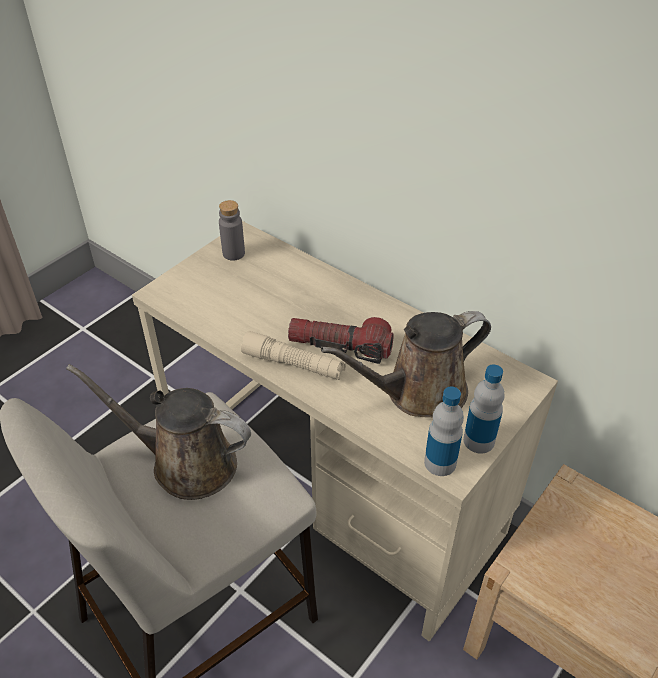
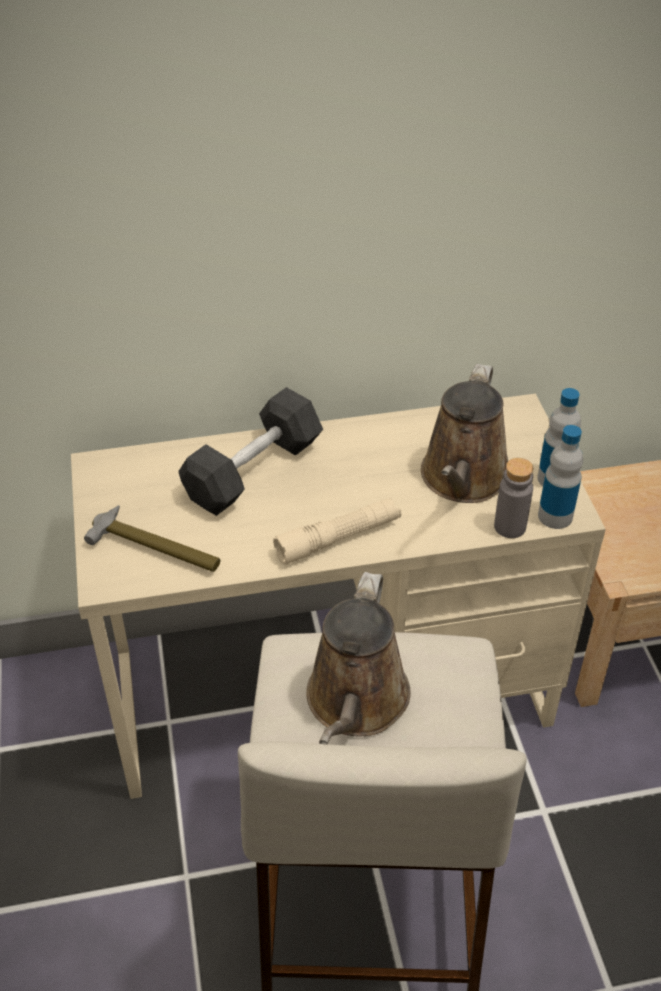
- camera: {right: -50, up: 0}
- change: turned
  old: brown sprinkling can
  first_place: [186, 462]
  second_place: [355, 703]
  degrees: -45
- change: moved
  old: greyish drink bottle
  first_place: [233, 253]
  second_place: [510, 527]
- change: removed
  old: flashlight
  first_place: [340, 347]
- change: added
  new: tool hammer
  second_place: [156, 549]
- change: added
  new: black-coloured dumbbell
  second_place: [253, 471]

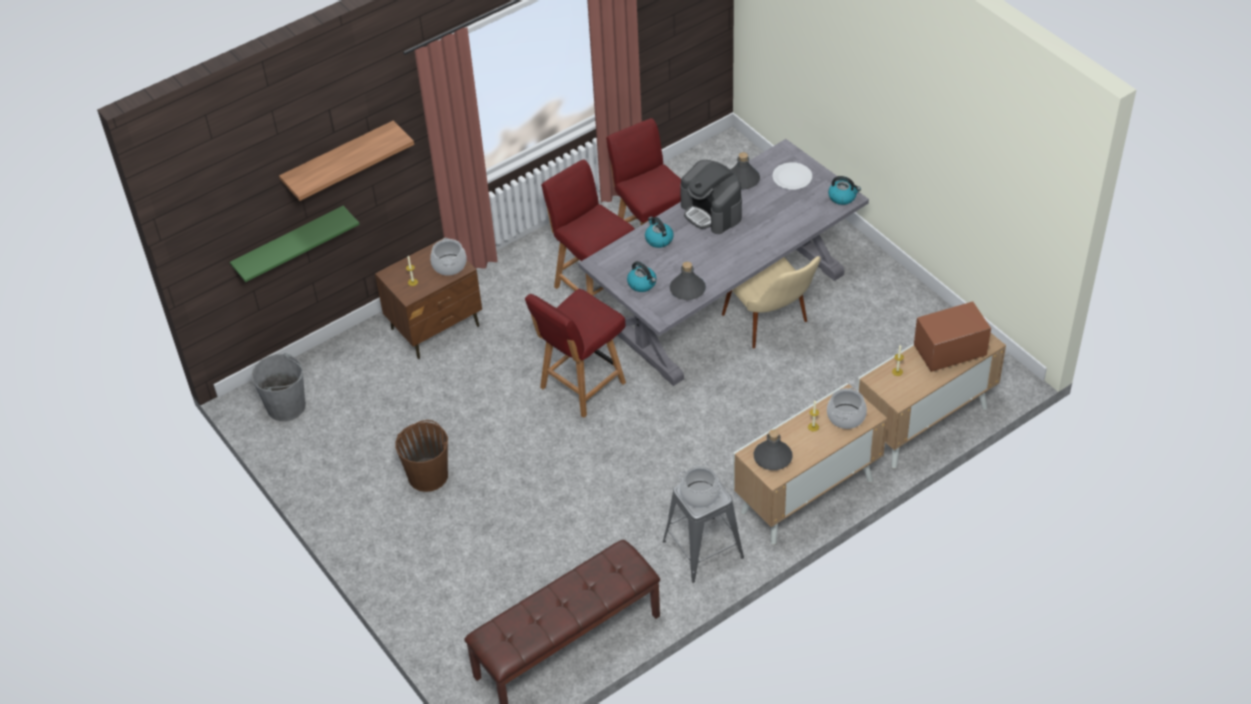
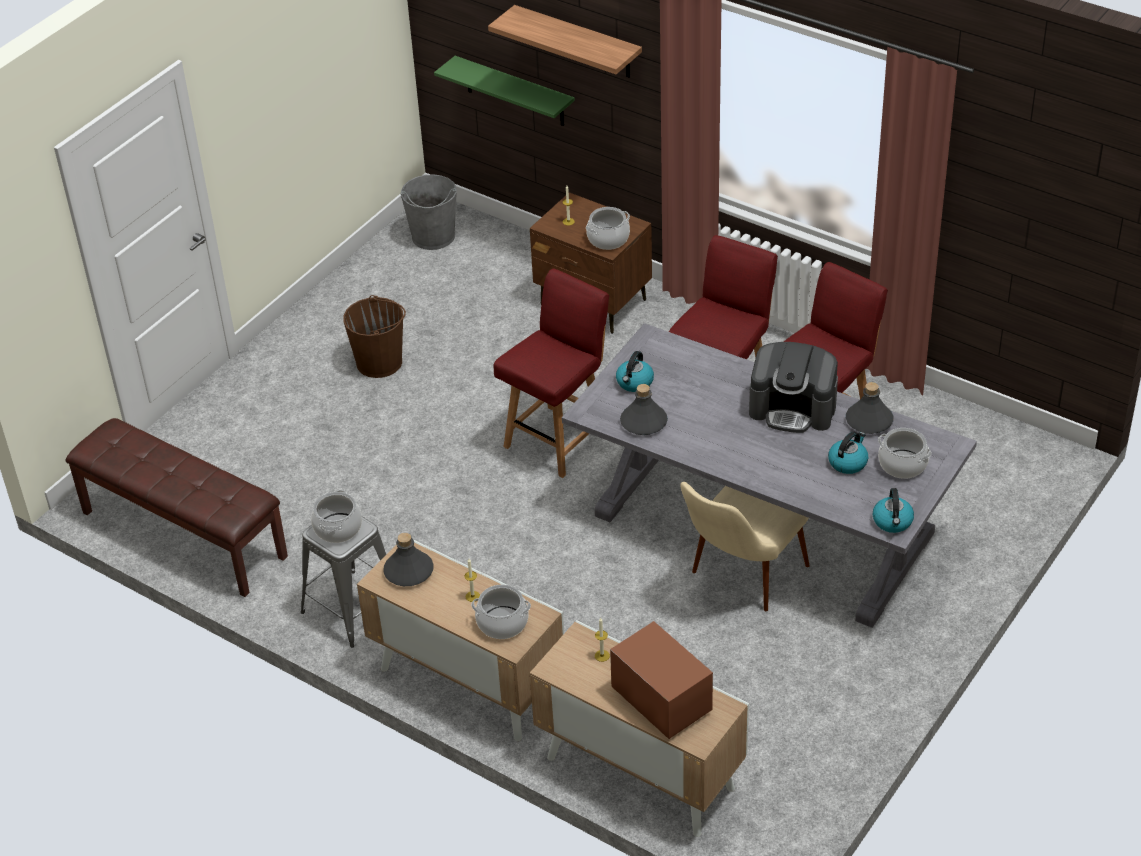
- camera: {right: 70, up: -5}
- change: turned
  old: reddish chair
  first_place: [581, 386]
  second_place: [558, 439]
  degrees: 105
- change: moved
  old: tea kettle
  first_place: [658, 239]
  second_place: [848, 462]
- change: turned
  old: coffee maker
  first_place: [712, 212]
  second_place: [793, 408]
  degrees: -105
- change: replaced
  old: whitish plate
  new: stockpot
  first_place: [792, 177]
  second_place: [902, 464]

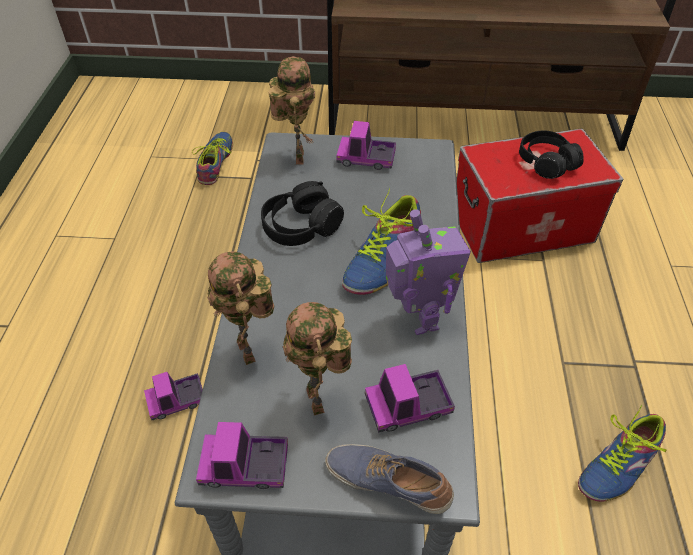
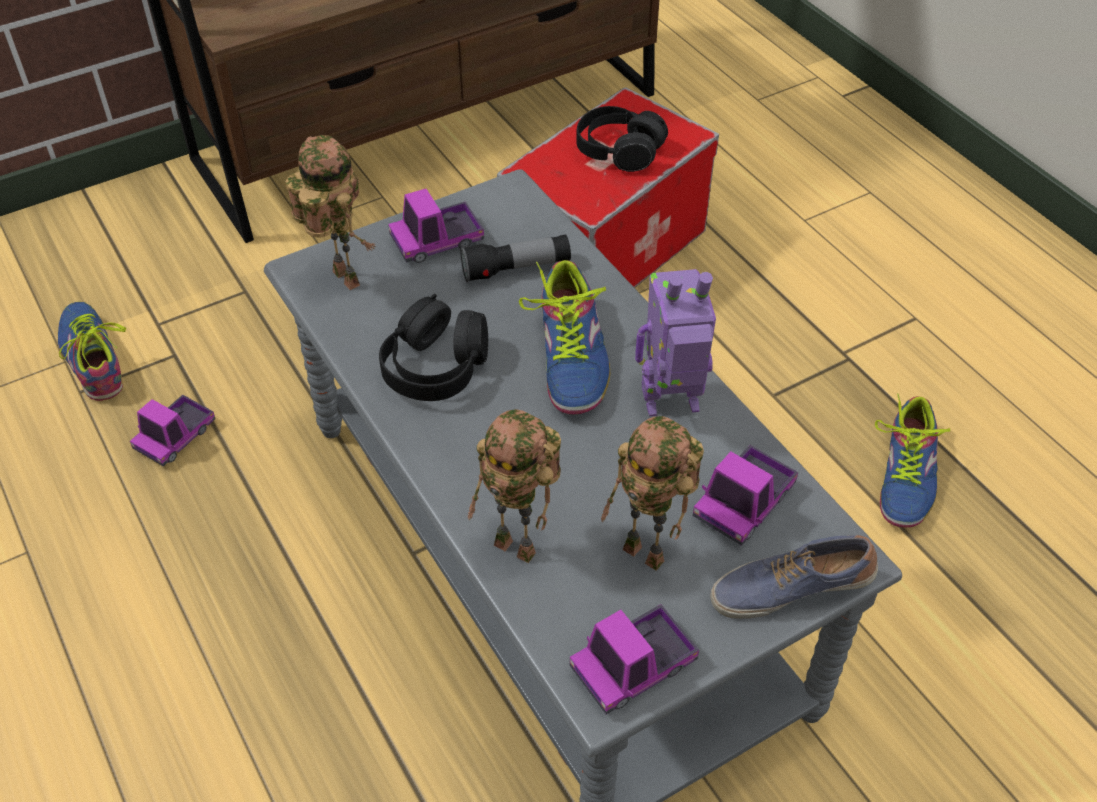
- camera: {right: -35, up: 0}
- change: moved
  old: model truck
  first_place: [177, 401]
  second_place: [175, 437]
- change: turned
  old: toy robot
  first_place: [418, 318]
  second_place: [672, 405]
  degrees: -45
- change: added
  new: flashlight
  second_place: [516, 269]

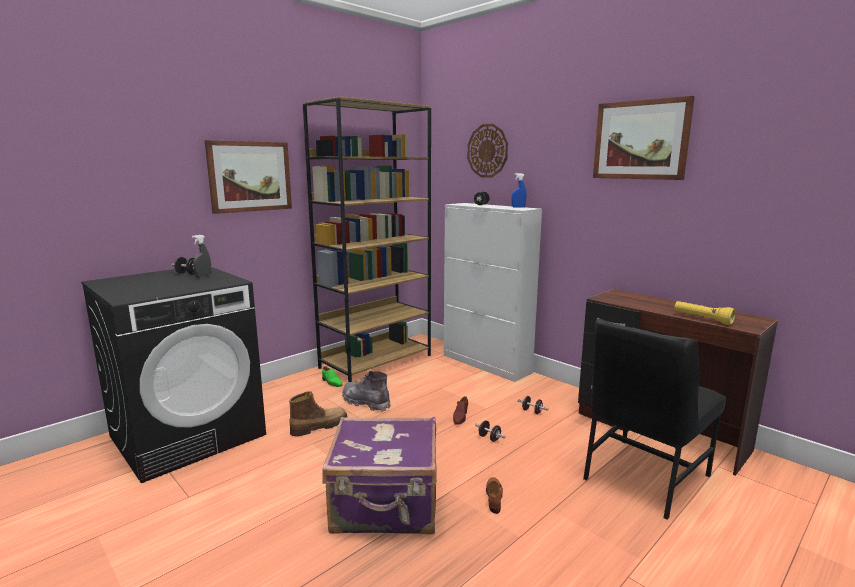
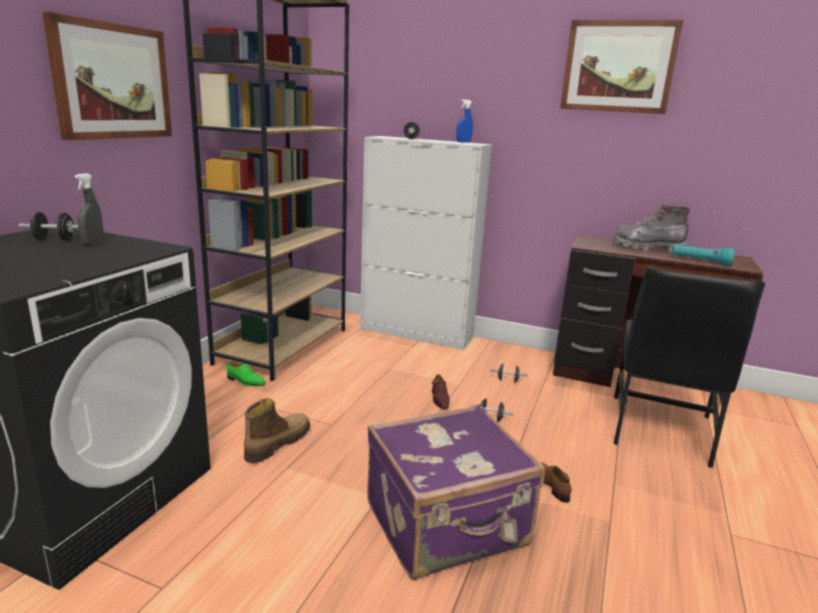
- camera: {right: -25, up: 5}
- change: moved
  old: greyish high-top boot
  first_place: [366, 403]
  second_place: [647, 247]
- change: removed
  old: hanging clock
  first_place: [487, 151]
- change: recoloured
  old: yellow-coloured flashlight
  new: turquoise-coloured flashlight
  first_place: [702, 319]
  second_place: [700, 261]

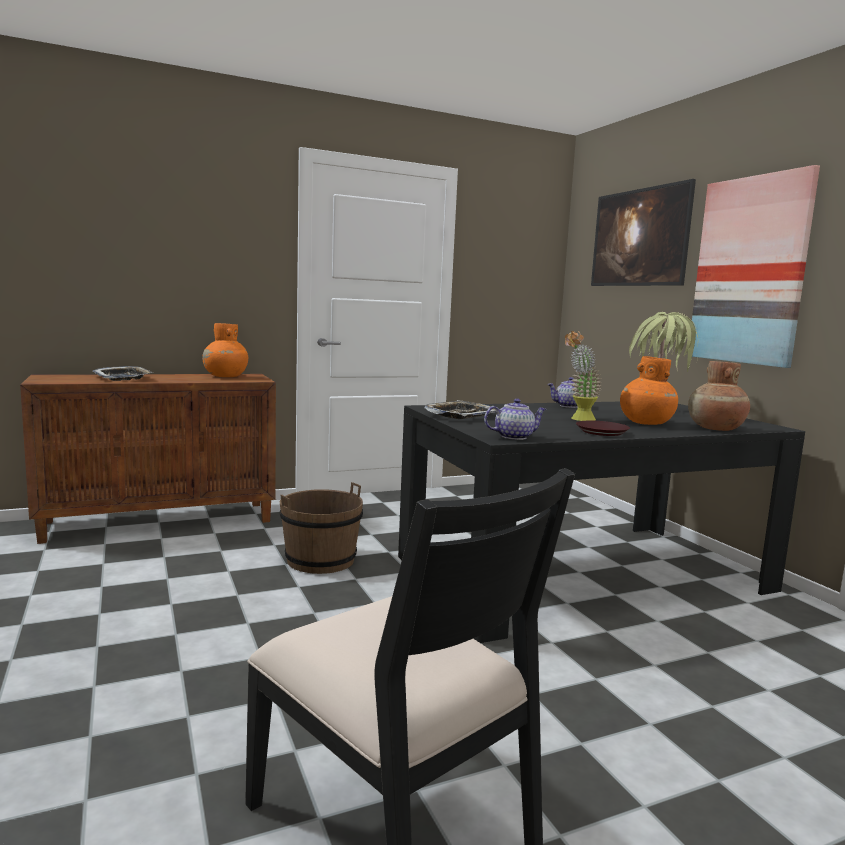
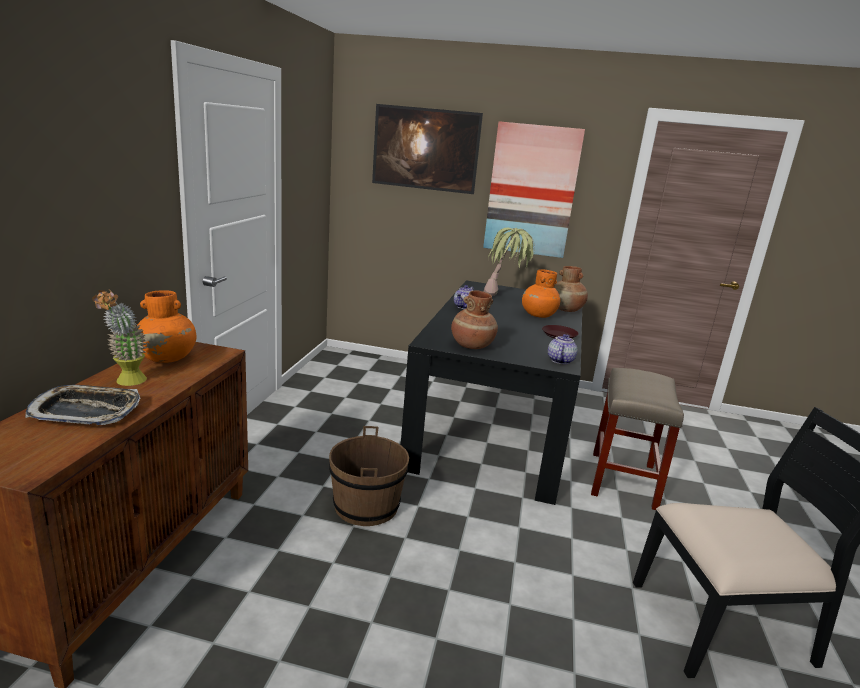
- camera: {right: -55, up: 10}
- change: replaced
  old: serving tray
  new: brown vase
  first_place: [461, 415]
  second_place: [471, 345]
- change: moved
  old: plant in a pot
  first_place: [578, 419]
  second_place: [127, 383]
- change: added
  new: beige-coloured stool seat
  second_place: [623, 481]

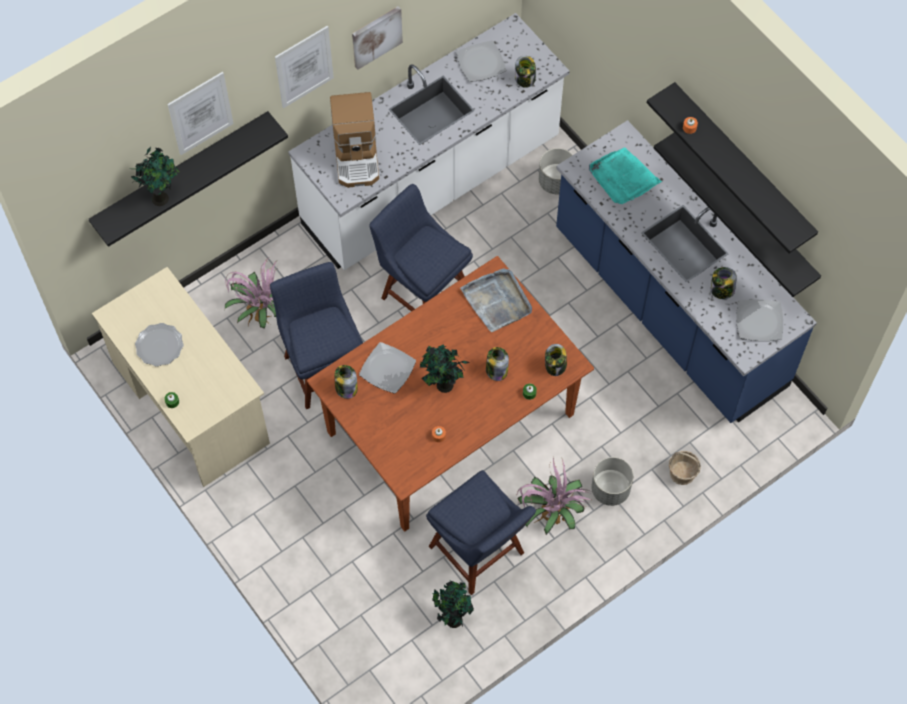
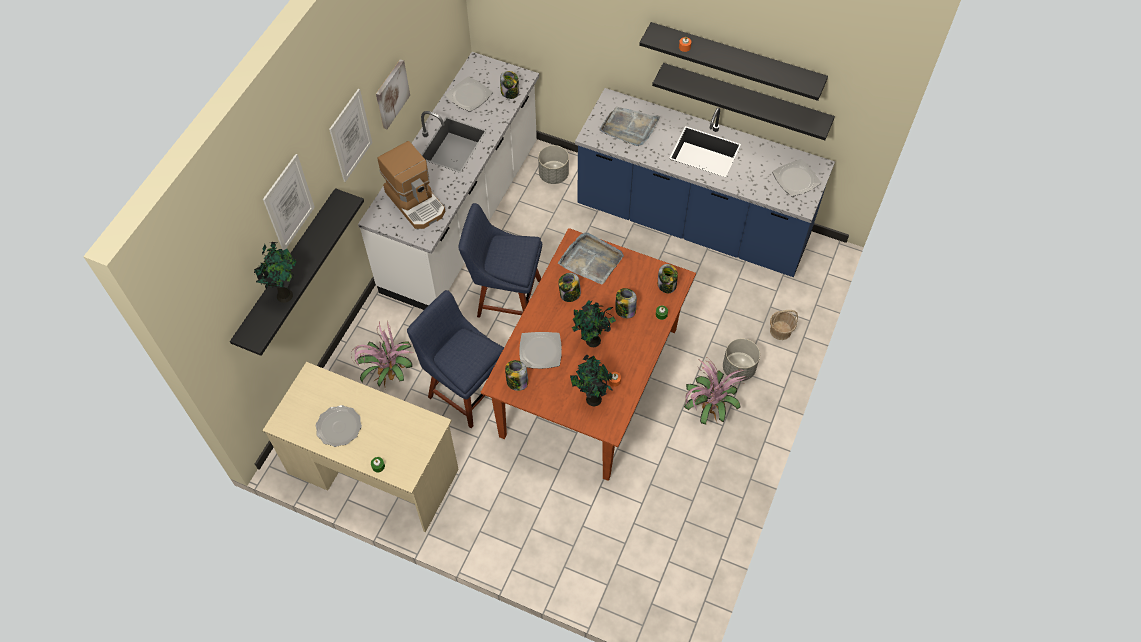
- camera: {right: -30, up: -5}
- change: removed
  old: blue chair
  first_place: [479, 553]
- change: moved
  old: plant in a pot
  first_place: [452, 618]
  second_place: [592, 399]
- change: recoloured
  old: turquoise-coloured serving tray
  new: greyish serving tray
  first_place: [623, 178]
  second_place: [629, 127]
- change: moved
  old: storage jar
  first_place: [721, 290]
  second_place: [569, 294]

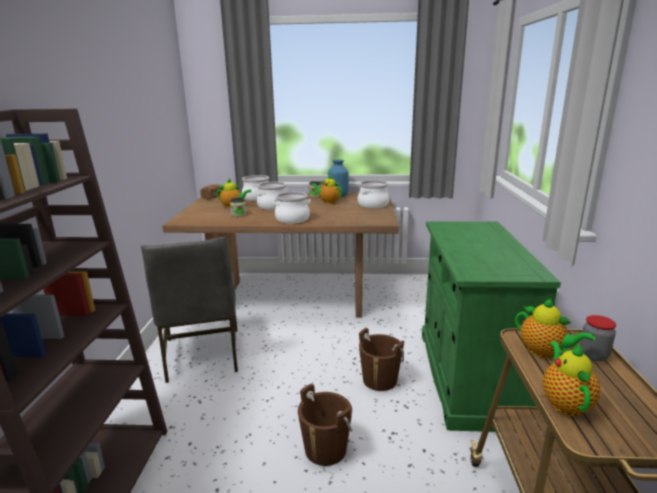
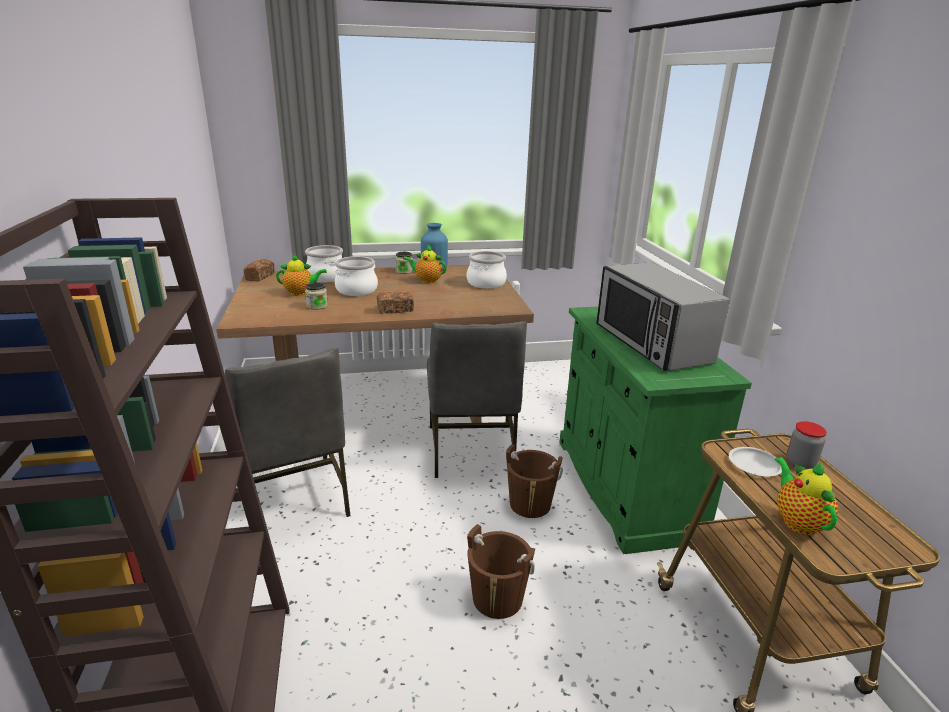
- camera: {right: -15, up: 5}
- change: replaced
  old: stockpot
  new: baked bread
  first_place: [292, 219]
  second_place: [395, 310]
- change: replaced
  old: teapot
  new: whitish plate
  first_place: [544, 352]
  second_place: [754, 465]
- change: added
  new: greyish chair
  second_place: [471, 451]
- change: added
  new: microwave
  second_place: [651, 344]

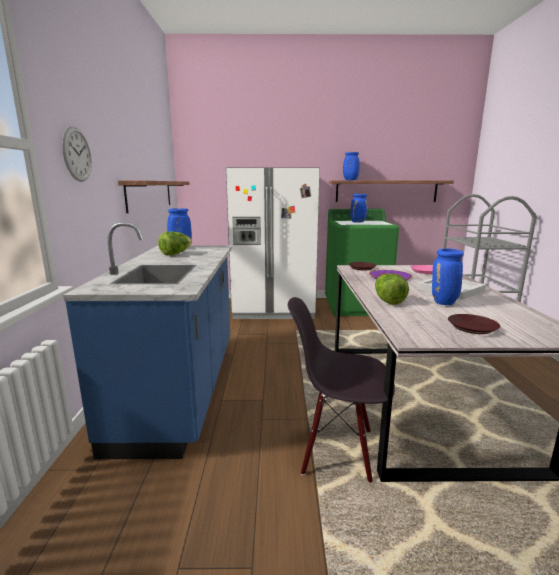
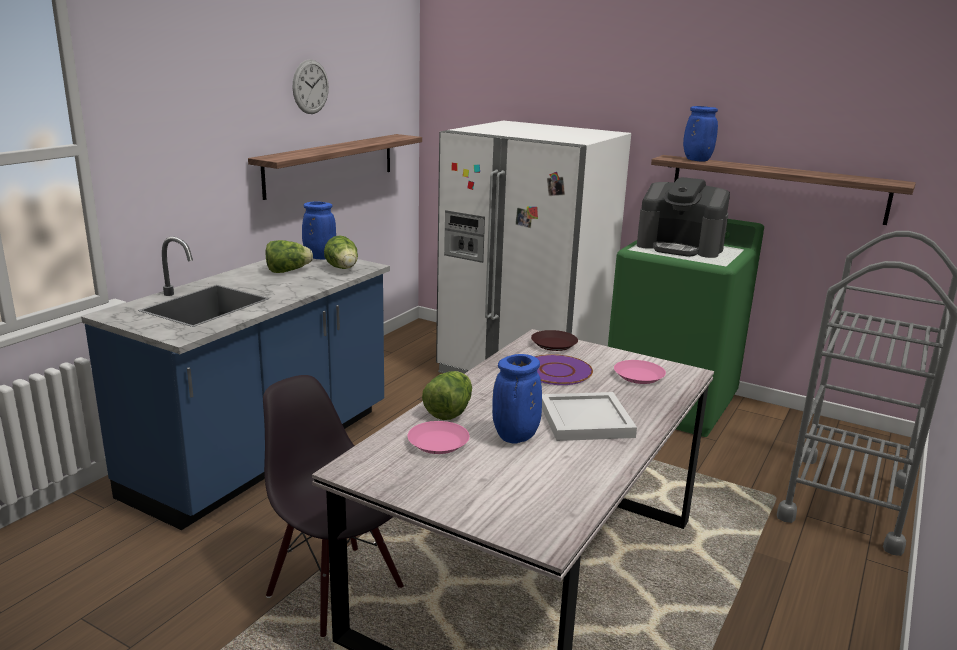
- camera: {right: 30, up: 5}
- change: moved
  old: hanging clock
  first_place: [77, 154]
  second_place: [310, 87]
- change: replaced
  old: blue vase
  new: coffee maker
  first_place: [358, 222]
  second_place: [680, 247]
- change: removed
  old: brown plate
  first_place: [471, 327]
- change: added
  new: head of lettuce
  second_place: [343, 269]
- change: added
  new: pinkish plate
  second_place: [438, 442]

